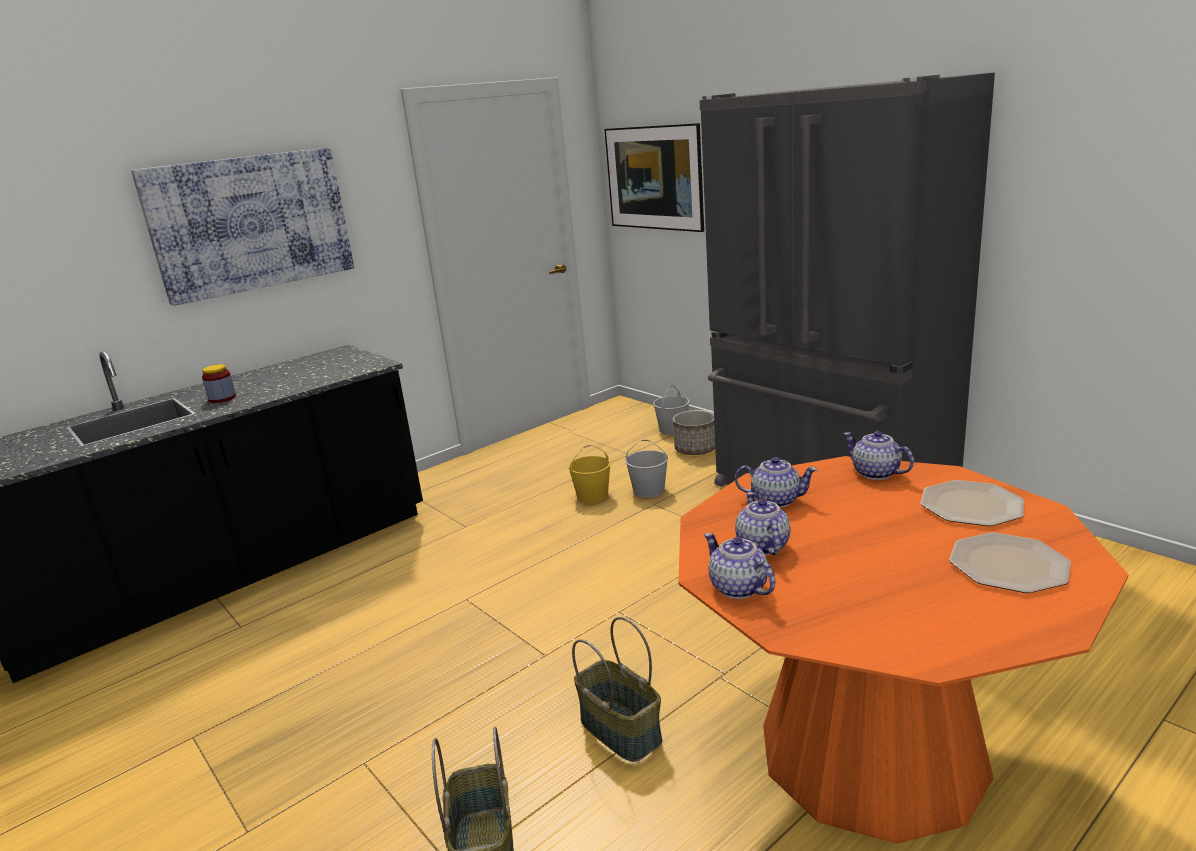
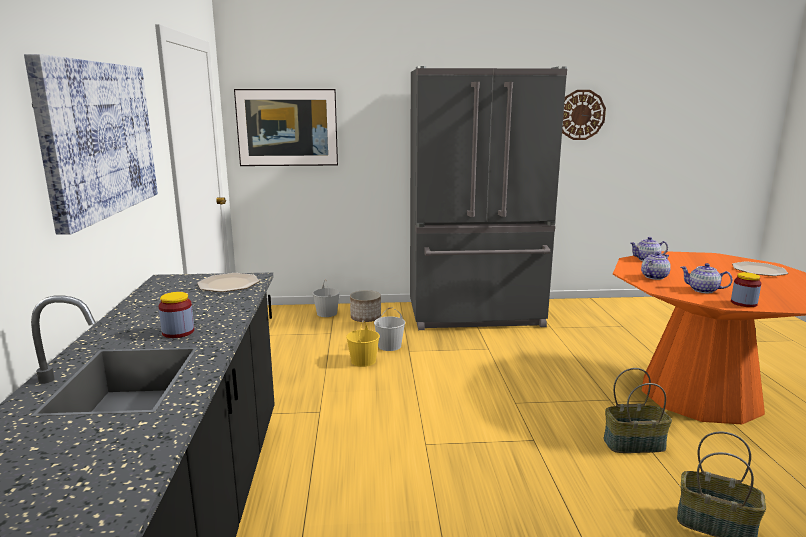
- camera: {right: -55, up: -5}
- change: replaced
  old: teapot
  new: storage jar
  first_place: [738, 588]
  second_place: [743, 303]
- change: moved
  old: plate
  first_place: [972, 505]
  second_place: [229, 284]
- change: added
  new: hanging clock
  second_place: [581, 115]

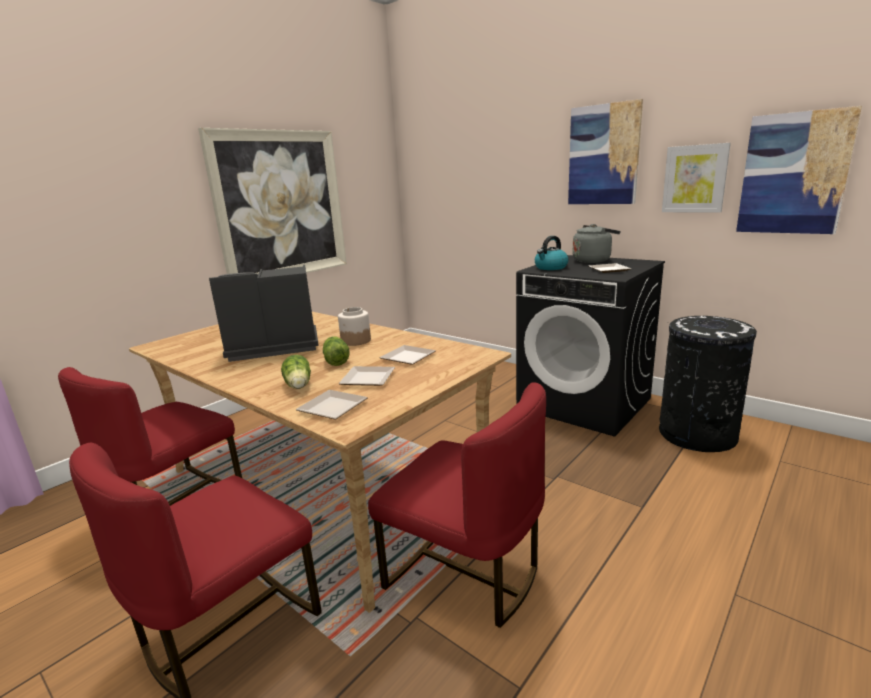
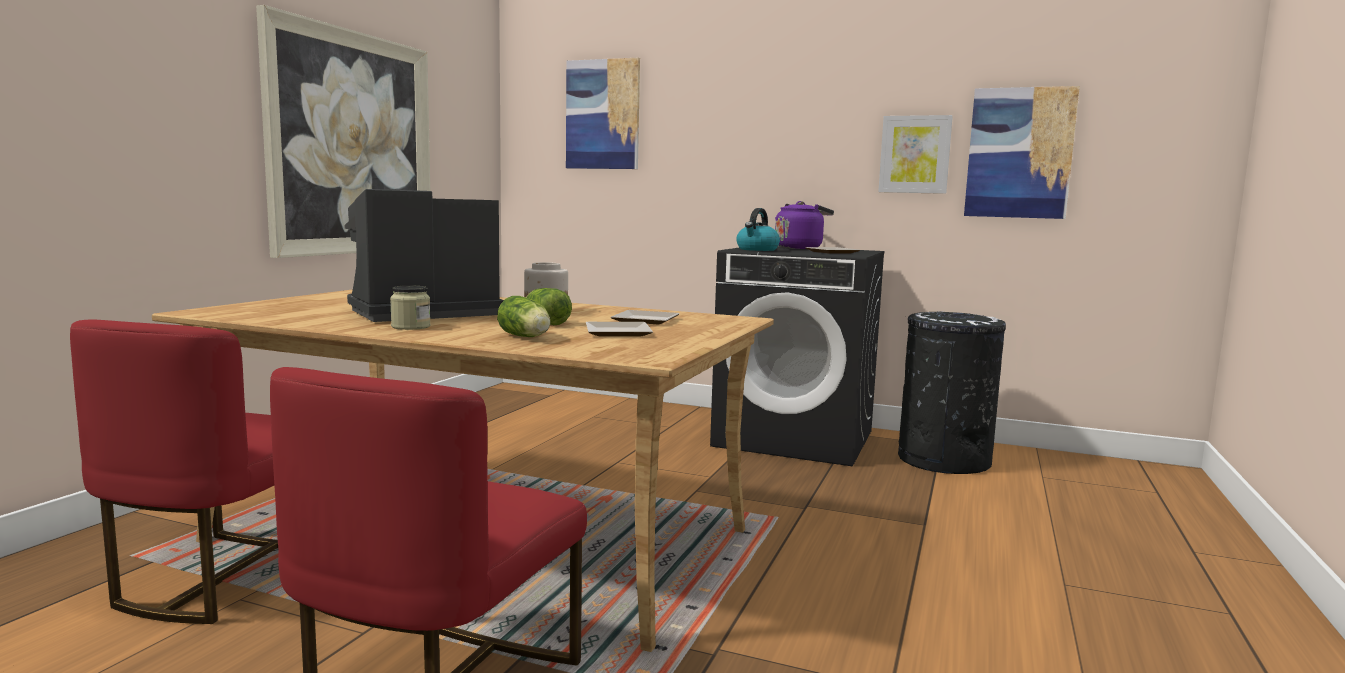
- camera: {right: -20, up: -10}
- change: removed
  old: plate
  first_place: [330, 408]
- change: removed
  old: reddish chair
  first_place: [465, 573]
- change: moved
  old: picture
  first_place: [603, 155]
  second_place: [603, 114]
- change: recoloured
  old: greyish tea kettle
  new: purplish tea kettle
  first_place: [593, 260]
  second_place: [800, 248]
- change: added
  new: storage jar
  second_place: [410, 327]

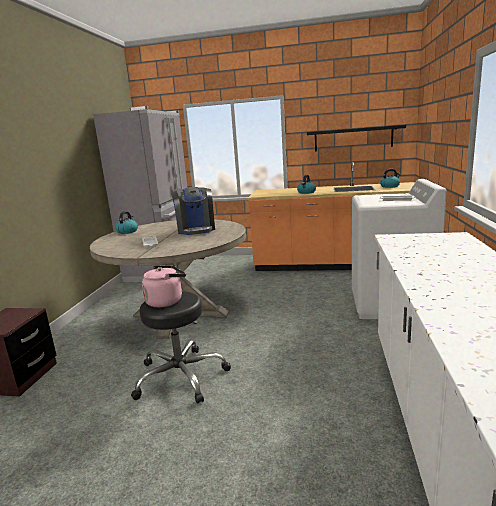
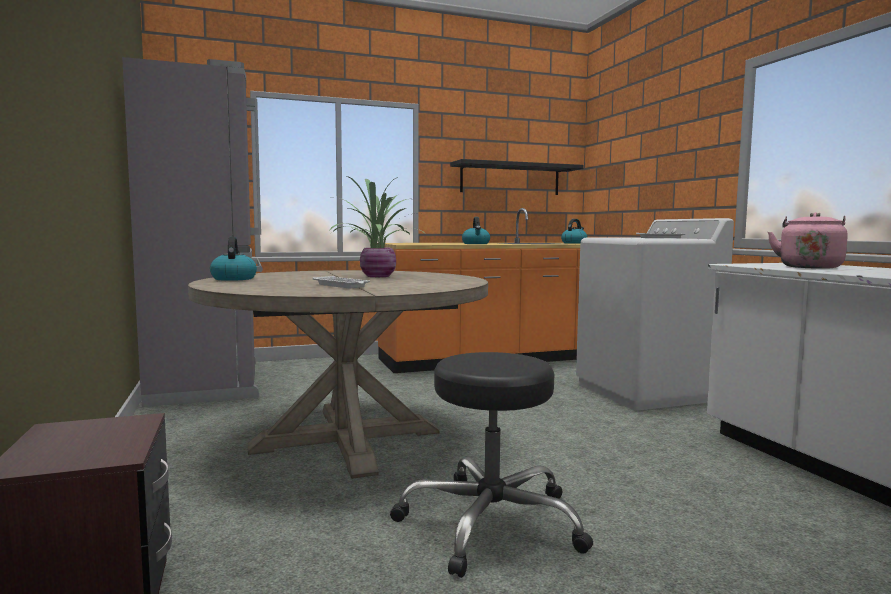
- camera: {right: -30, up: -10}
- change: moved
  old: pinkish tea kettle
  first_place: [166, 301]
  second_place: [809, 267]
- change: replaced
  old: coffee maker
  new: plant in a pot
  first_place: [196, 229]
  second_place: [377, 276]

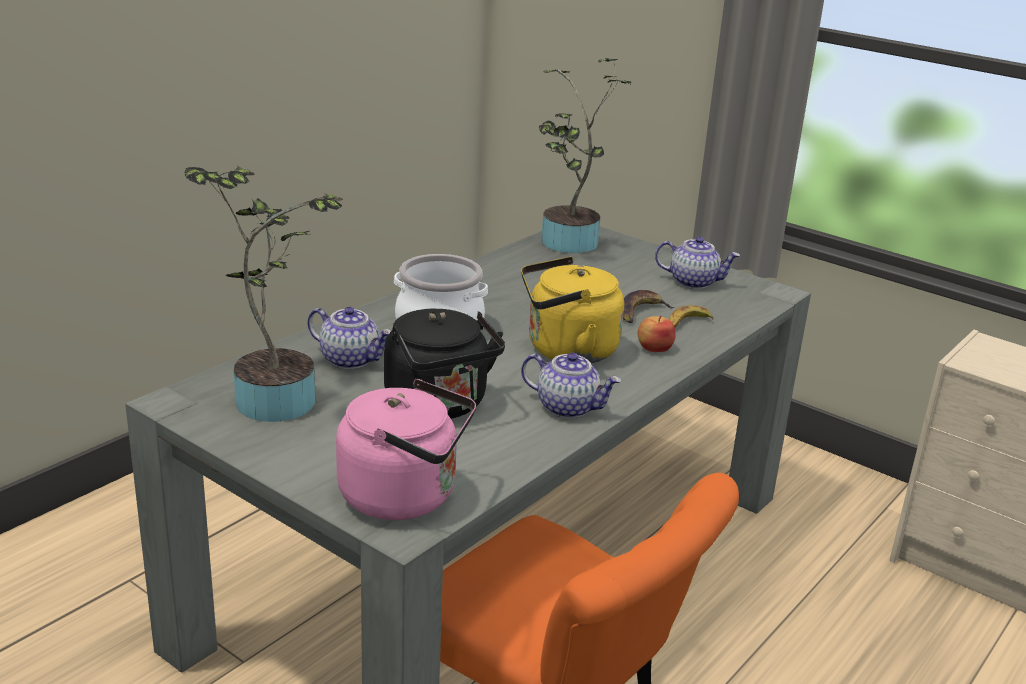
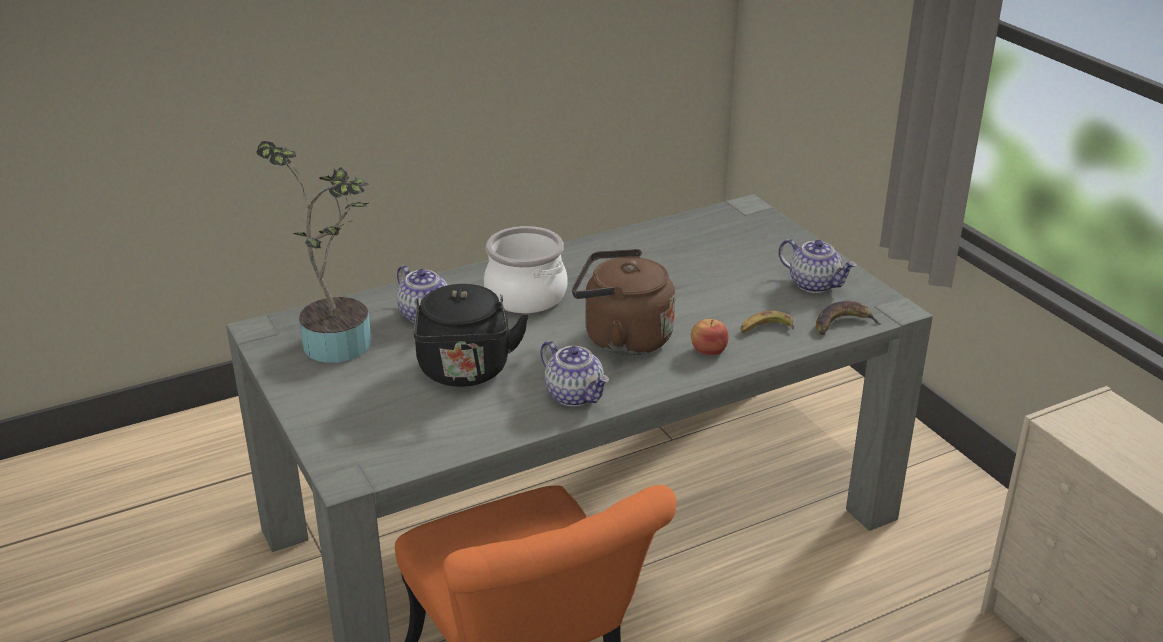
- camera: {right: 25, up: 5}
- change: removed
  old: pinkish tea kettle
  first_place: [405, 496]
- change: recoloured
  old: yellow-coloured tea kettle
  new: brown tea kettle
  first_place: [566, 351]
  second_place: [621, 338]
- change: removed
  old: plant in a pot
  first_place: [567, 245]
- change: moved
  old: whole banana
  first_place: [640, 312]
  second_place: [843, 323]

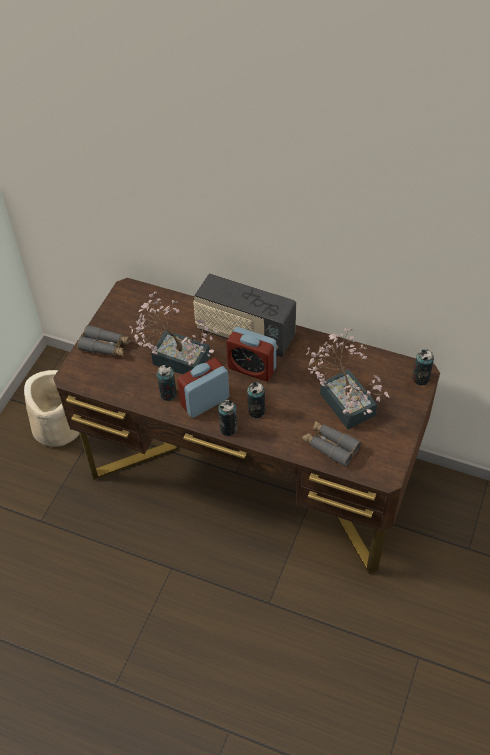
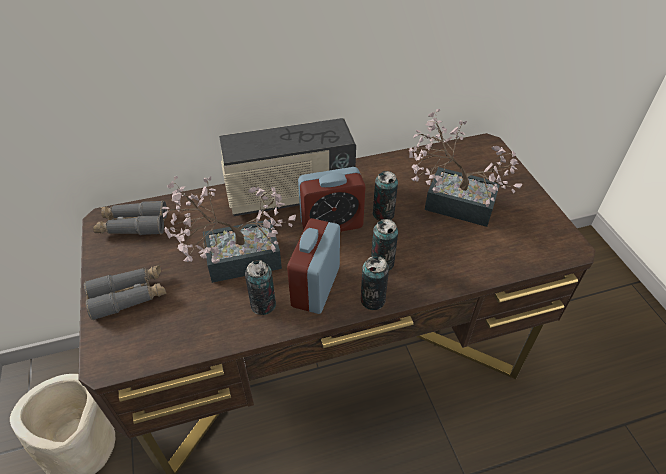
- camera: {right: -40, up: -5}
- change: moved
  old: greyish pair of binoculars
  first_place: [330, 446]
  second_place: [133, 225]
- change: moved
  old: sealed can
  first_place: [420, 379]
  second_place: [383, 214]

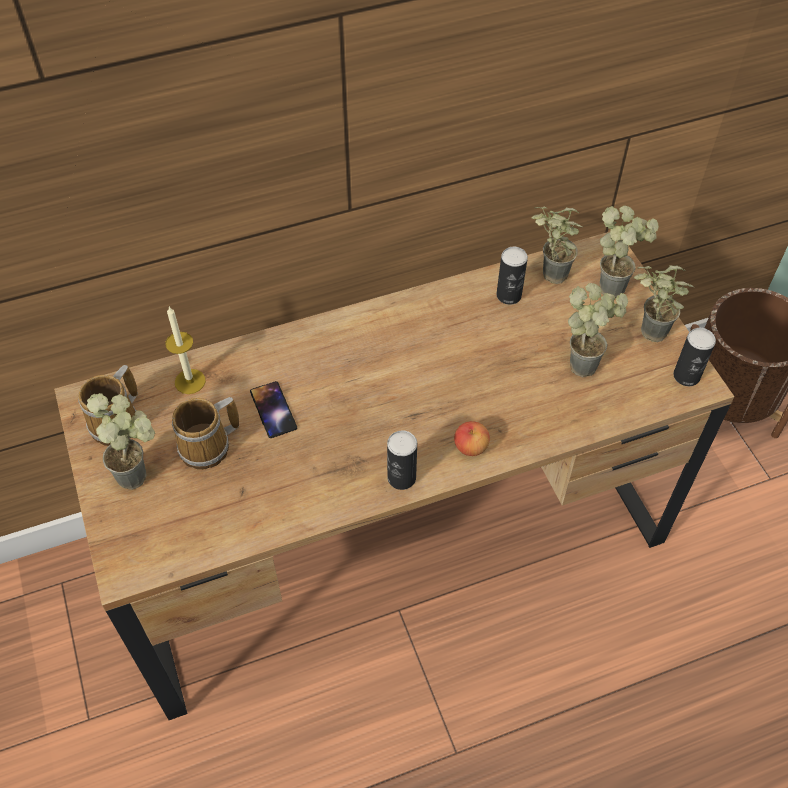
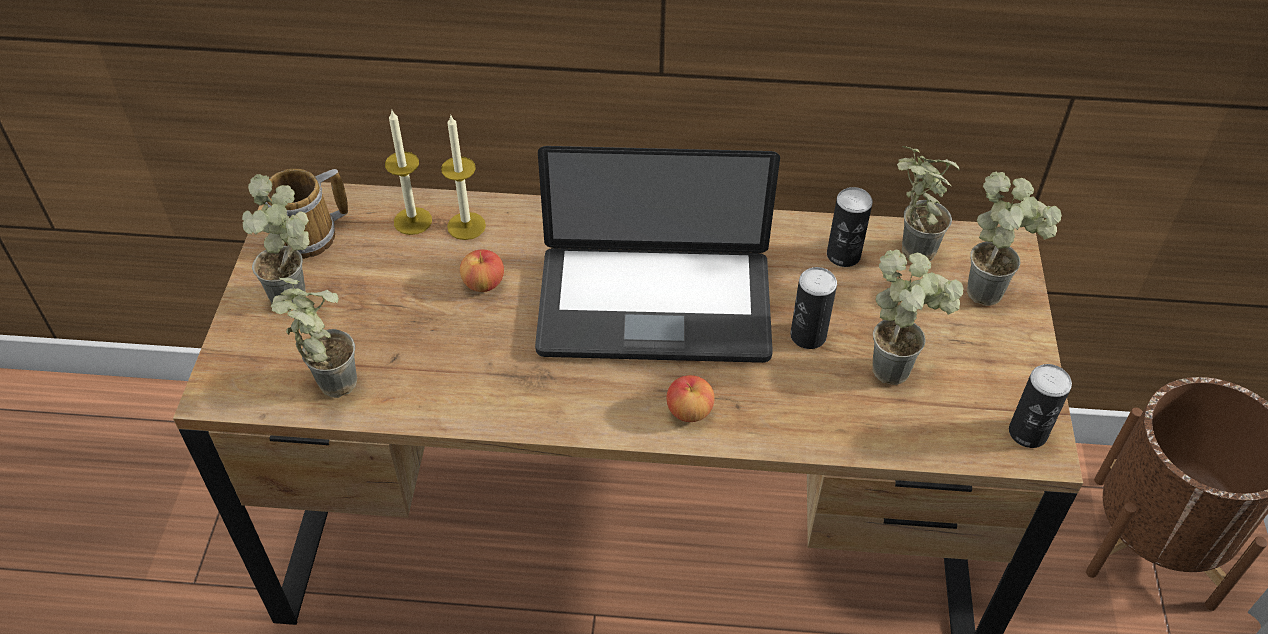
- camera: {right: 25, up: -5}
- change: removed
  old: coffee mug
  first_place: [208, 447]
- change: replaced
  old: handset
  new: apple fruit
  first_place: [273, 410]
  second_place: [483, 283]
- change: moved
  old: sealed can
  first_place: [401, 478]
  second_place: [808, 335]
- change: moved
  old: plant in a pot
  first_place: [645, 334]
  second_place: [326, 381]
- change: added
  new: wax light
  second_place: [466, 226]
- change: added
  new: laptop
  second_place: [654, 307]

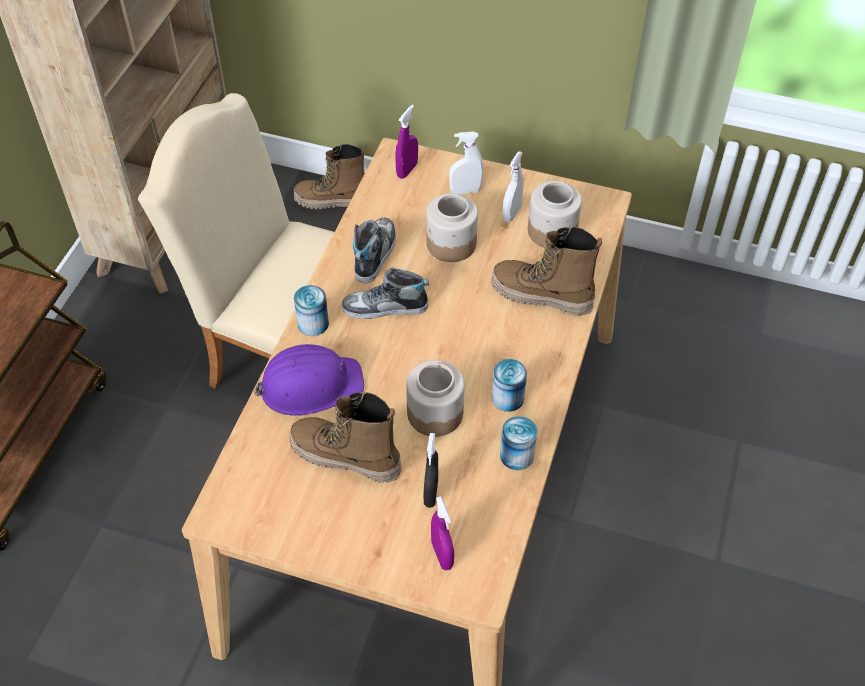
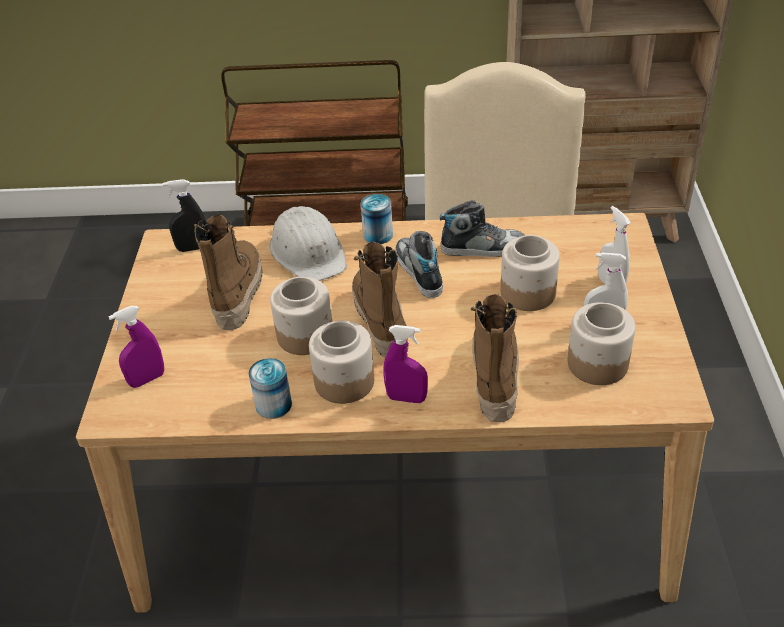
- camera: {right: 75, up: -10}
- change: recoloured
  old: purplish safety helmet
  new: whitish safety helmet
  first_place: [310, 385]
  second_place: [308, 252]
- change: moved
  old: high-top boot
  first_place: [332, 201]
  second_place: [380, 322]
- change: moved
  old: purplish sprayer
  first_place: [407, 170]
  second_place: [406, 398]
- change: moved
  old: black-coloured sprayer
  first_place: [431, 493]
  second_place: [193, 248]
- change: replaced
  old: sealed can
  new: storage jar
  first_place: [507, 398]
  second_place: [343, 381]

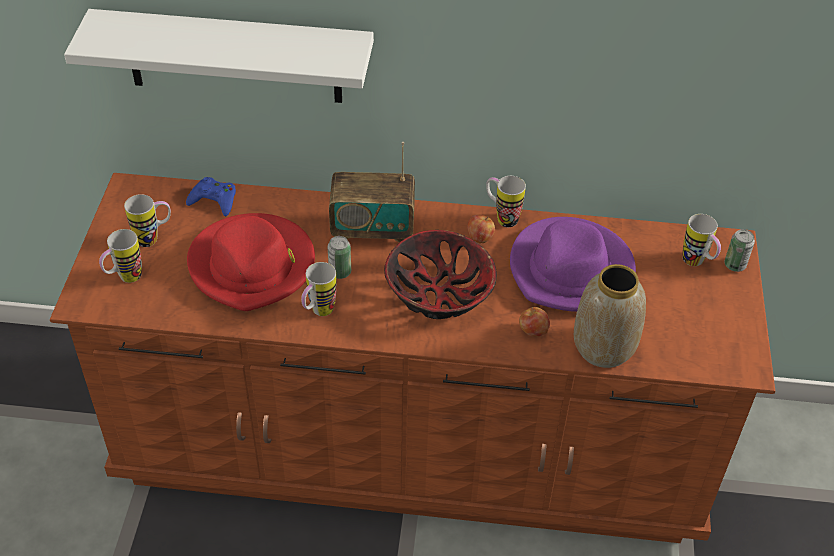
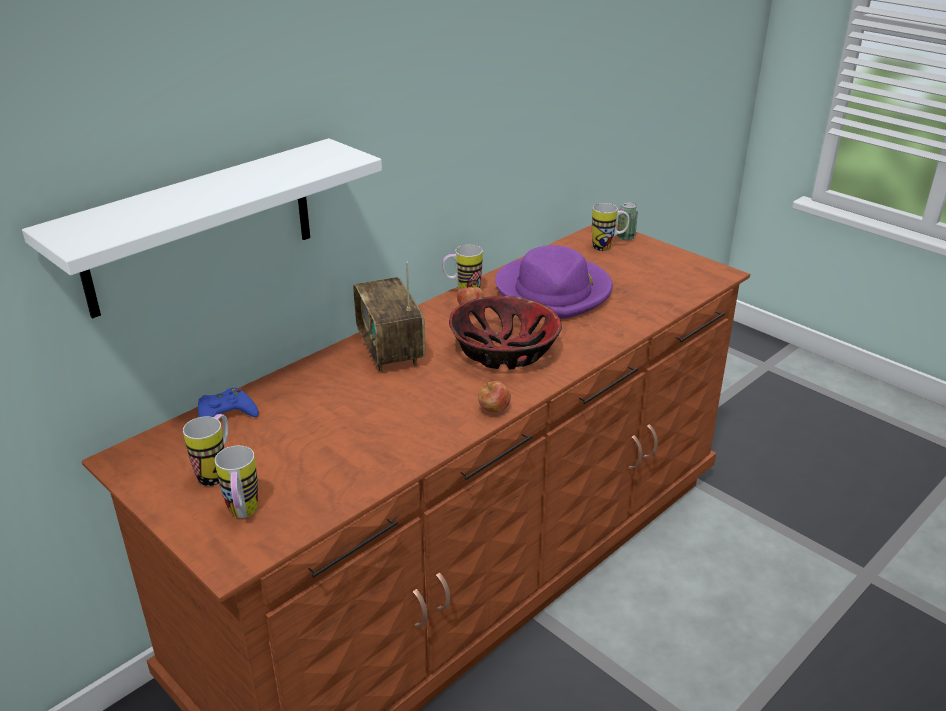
- camera: {right: -50, up: -15}
- change: removed
  old: reddish clothing hat
  first_place: [253, 265]
- change: removed
  old: coffee mug
  first_place: [318, 313]
- change: removed
  old: sealed can
  first_place: [340, 272]
- change: turned
  old: radio receiver
  first_place: [372, 229]
  second_place: [390, 350]
  degrees: 120
- change: moved
  old: apple fruit
  first_place: [533, 331]
  second_place: [494, 410]
- change: removed
  old: vase
  first_place: [604, 347]

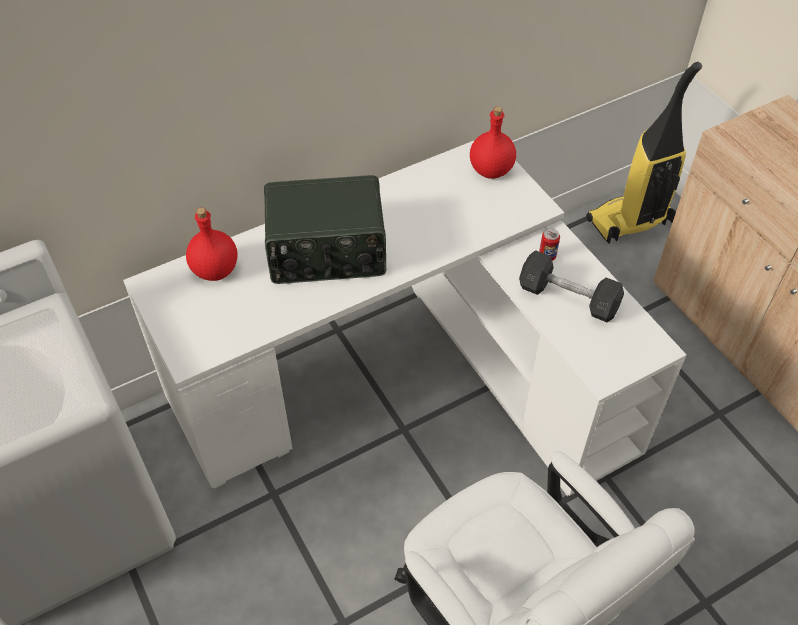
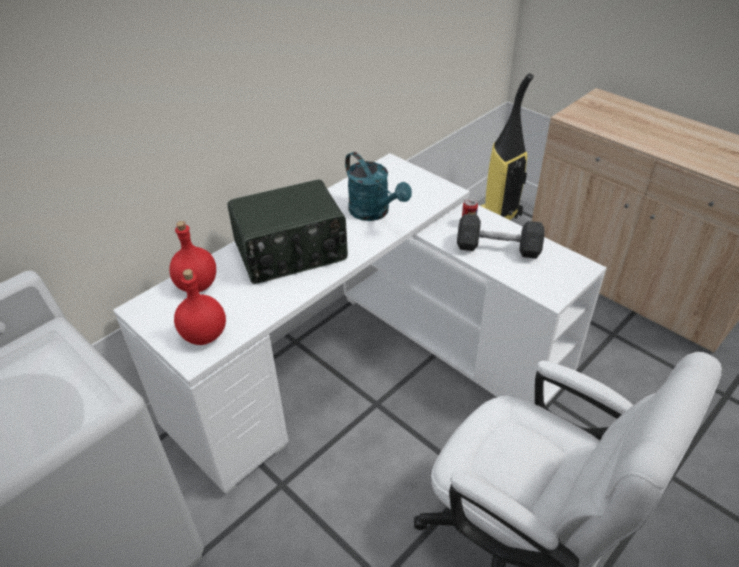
- camera: {right: -15, up: -10}
- change: moved
  old: reddish drink bottle
  first_place: [492, 170]
  second_place: [205, 335]
- change: added
  new: turquoise-coloured sprinkling can
  second_place: [374, 213]

